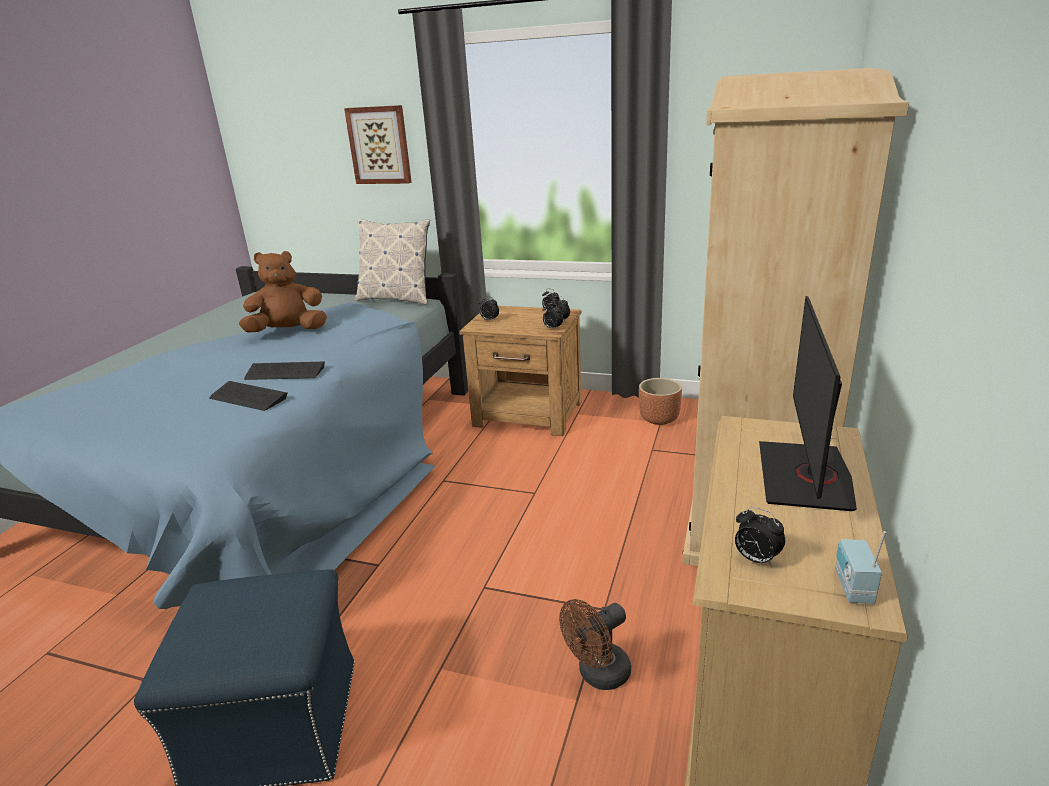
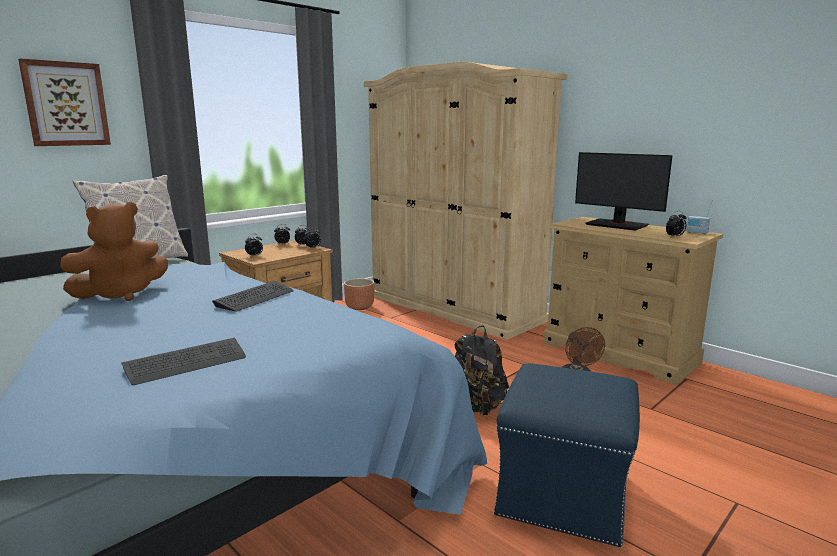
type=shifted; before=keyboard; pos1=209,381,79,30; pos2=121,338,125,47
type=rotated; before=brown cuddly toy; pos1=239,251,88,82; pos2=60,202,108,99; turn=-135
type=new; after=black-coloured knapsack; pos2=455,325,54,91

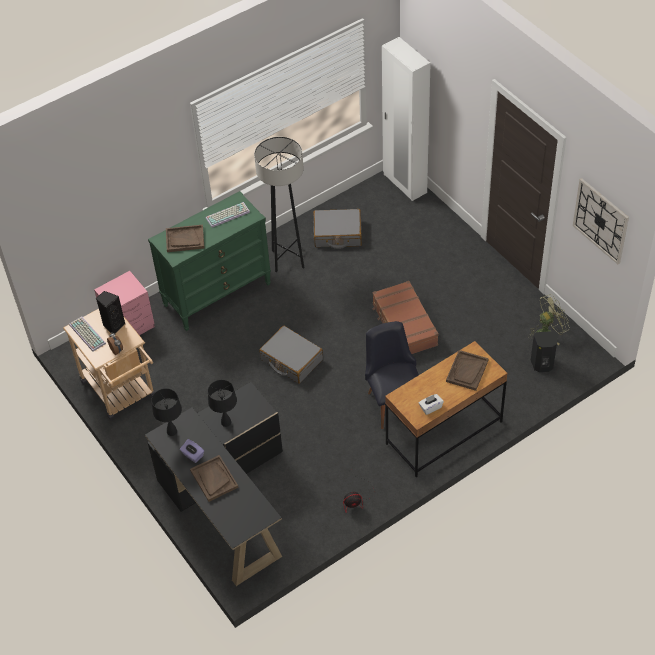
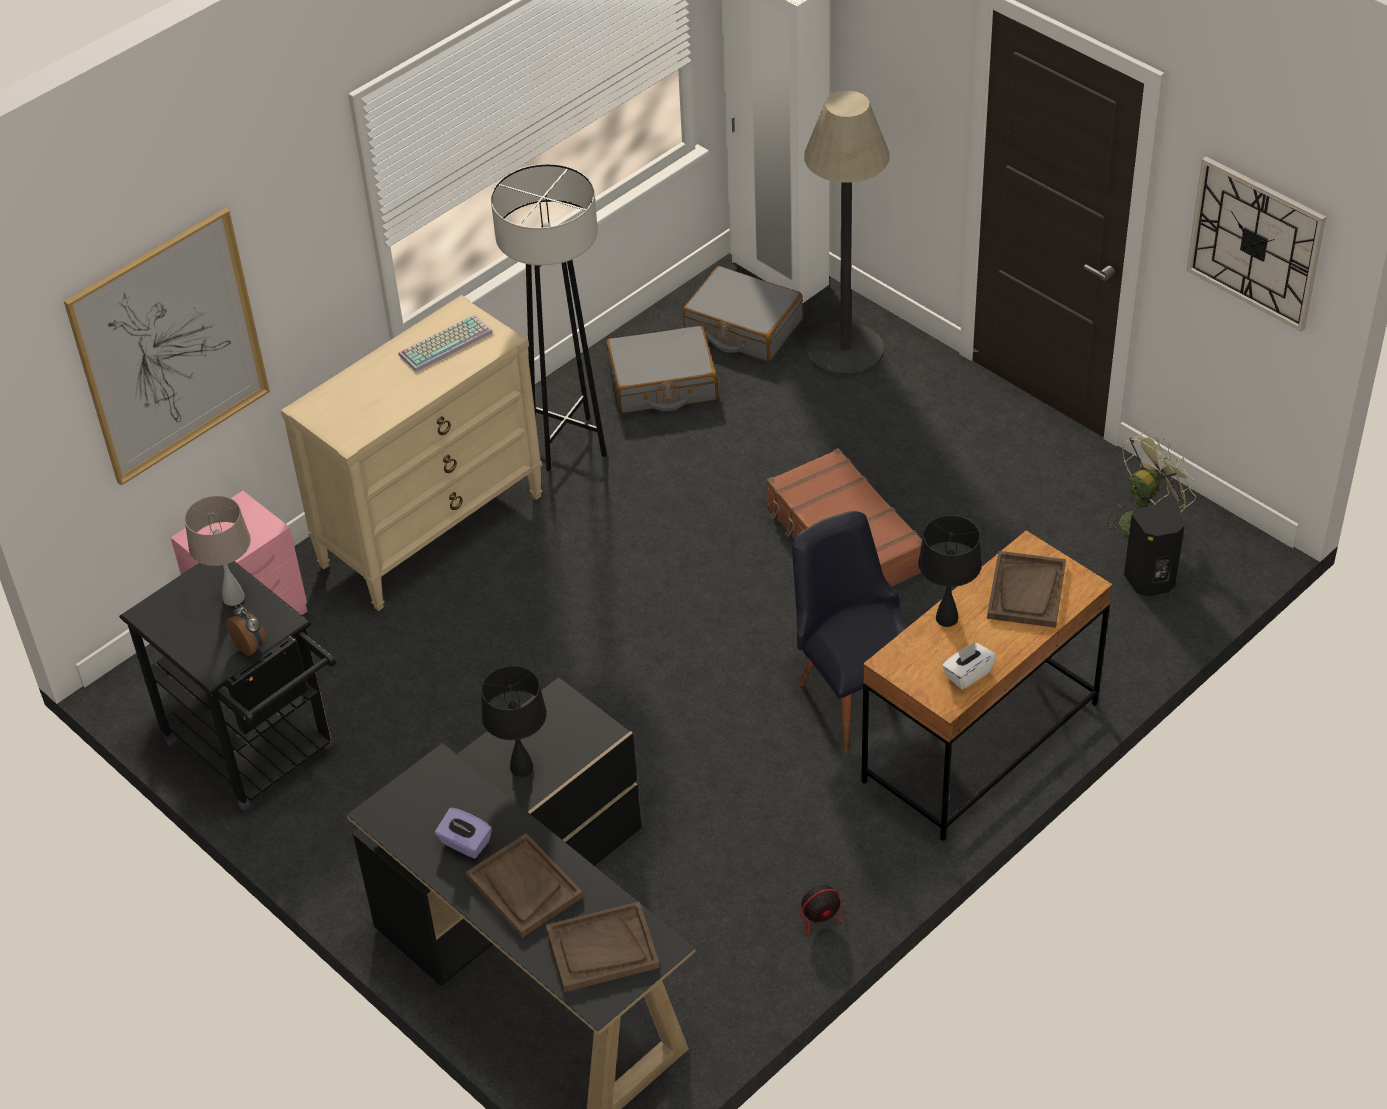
type=repainted; before=beige-coloured wheeled cart; after=black-coloured wheeled cart; pos1=63,309,92,110; pos2=119,561,217,252
type=gone; before=keyboard; pos1=69,316,37,35
type=swapped; before=black-coloured audio speaker; after=beige-coloured tabletop lamp; pos1=96,291,30,42; pos2=184,495,67,111
type=repainted; before=green-coloured chest of drawers; after=beige-coloured chest of drawers; pos1=148,191,123,140; pos2=281,295,262,316
type=shifted; before=black-coloured tabletop lamp; pos1=151,388,31,48; pos2=918,515,64,112
type=shifted; before=brown tray; pos1=166,224,39,28; pos2=546,901,114,91
type=shifted; before=gray suitcase; pos1=259,326,64,58; pos2=683,266,120,96
type=new; after=picture; pos2=64,208,206,278
type=new; after=standard lamp; pos2=804,91,86,285

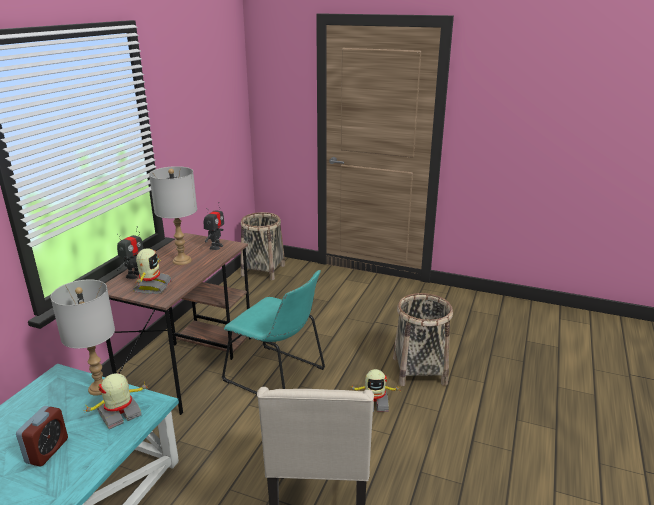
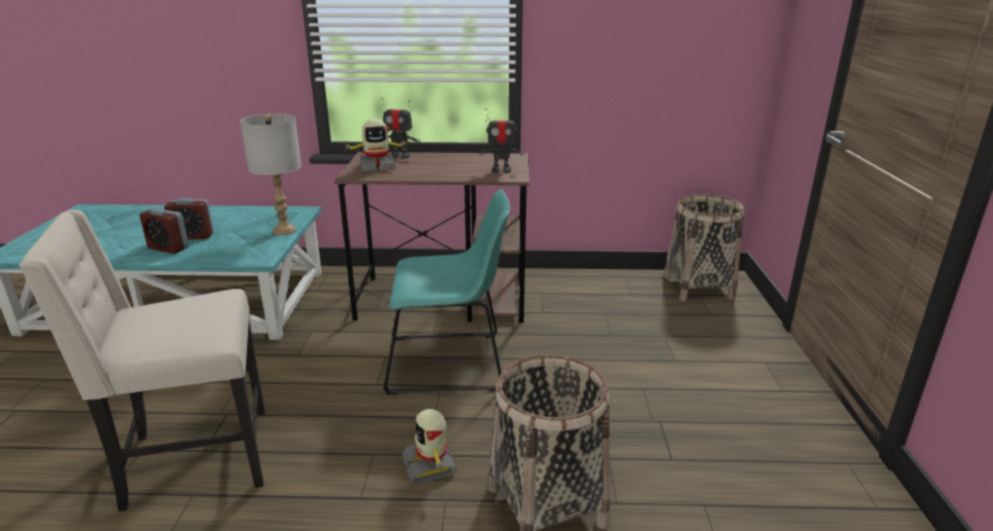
type=gone; before=model robot; pos1=83,373,65,56
type=gone; before=gray tabletop lamp; pos1=149,166,48,99
type=rotated; before=turquoise upright chair; pos1=222,270,103,125; pos2=383,189,127,206; turn=-105
type=new; after=bedside clock; pos2=140,208,49,46

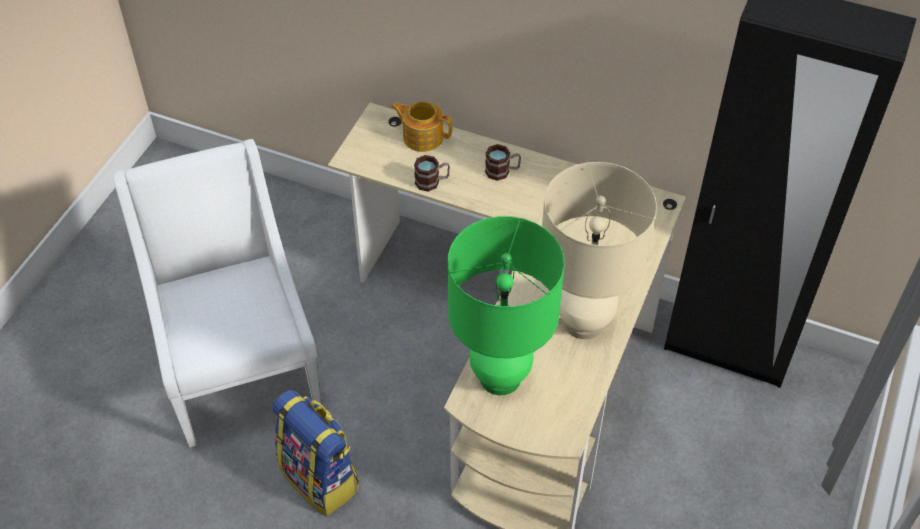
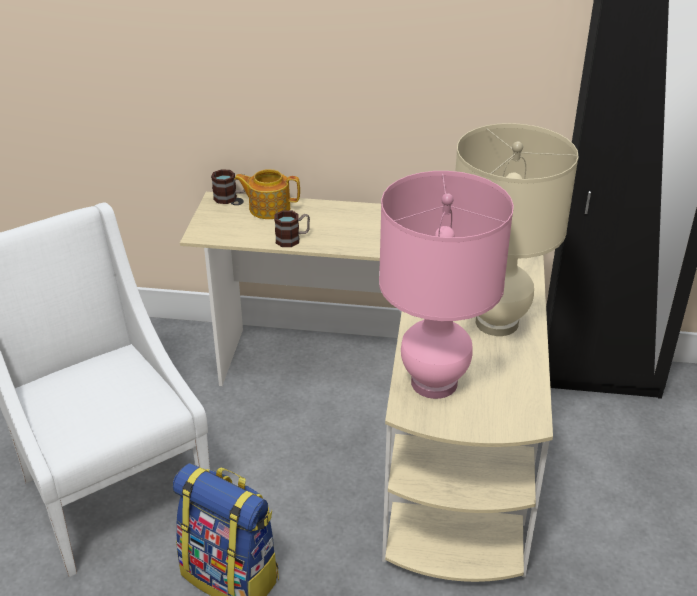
type=repainted; before=green-coloured tabletop lamp; after=pink-coloured tabletop lamp; pos1=448,216,117,179; pos2=379,171,135,228
type=shifted; before=mug; pos1=485,144,36,37; pos2=211,169,34,35

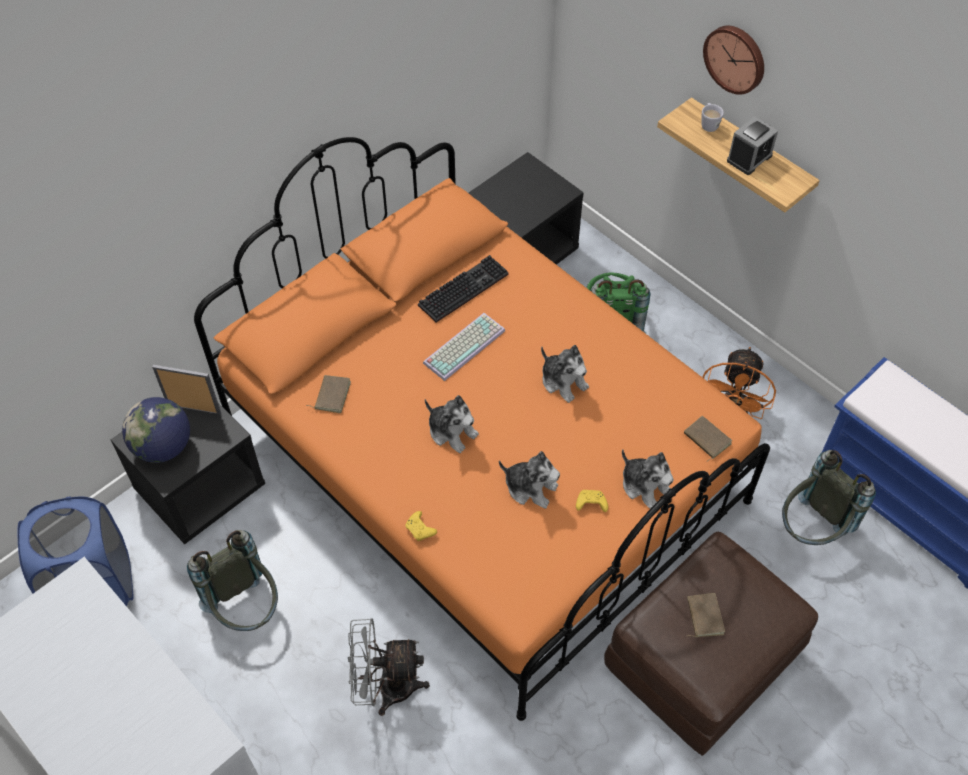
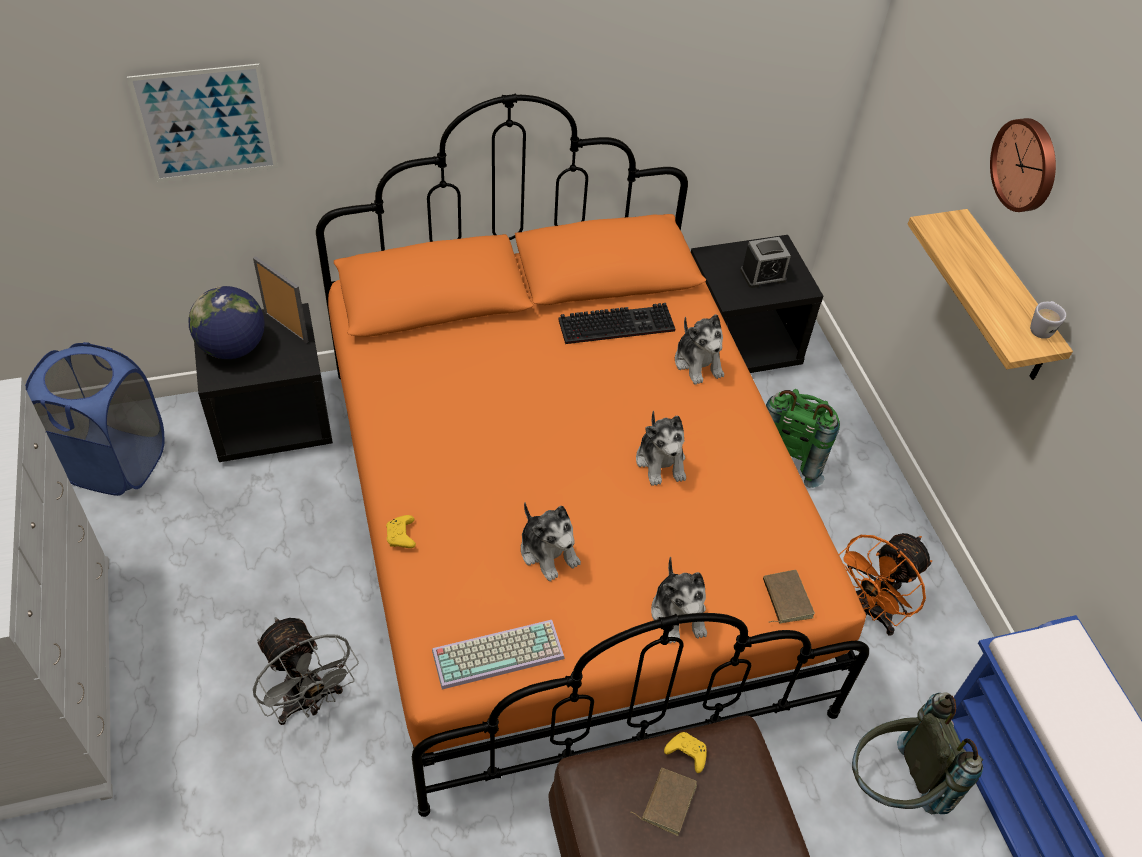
type=gone; before=gray knapsack; pos1=187,530,91,101
type=gone; before=brown bound book; pos1=306,375,45,38
type=rotated; before=gray fan; pos1=348,618,82,98; pos2=253,617,106,108; turn=-150
type=shifted; before=keyboard; pos1=423,313,82,68; pos2=432,620,133,70
type=shifted; before=cuddly toy; pos1=425,395,54,58; pos2=675,314,49,71
type=shifted; before=yellow joypad; pos1=576,490,32,22; pos2=664,732,43,41
type=shifted; before=white mug; pos1=701,103,23,29; pos2=1030,301,36,38
type=shifted; before=bedside clock; pos1=727,117,51,58; pos2=740,237,51,51
type=new; after=picture; pos2=127,64,151,118

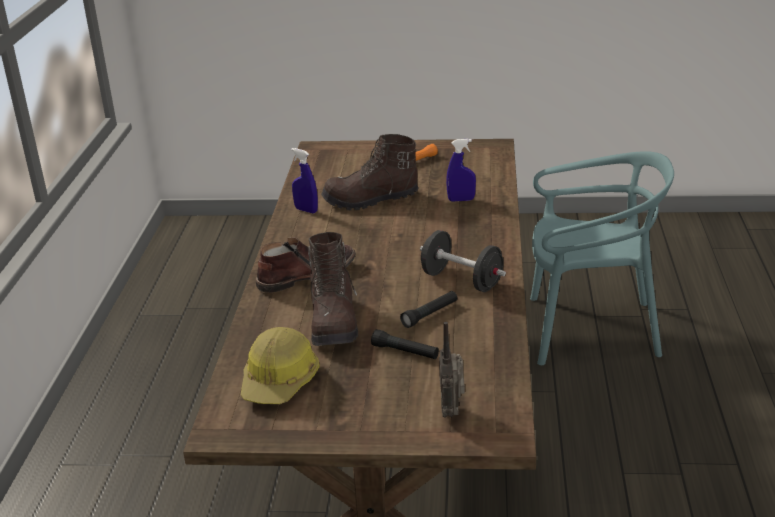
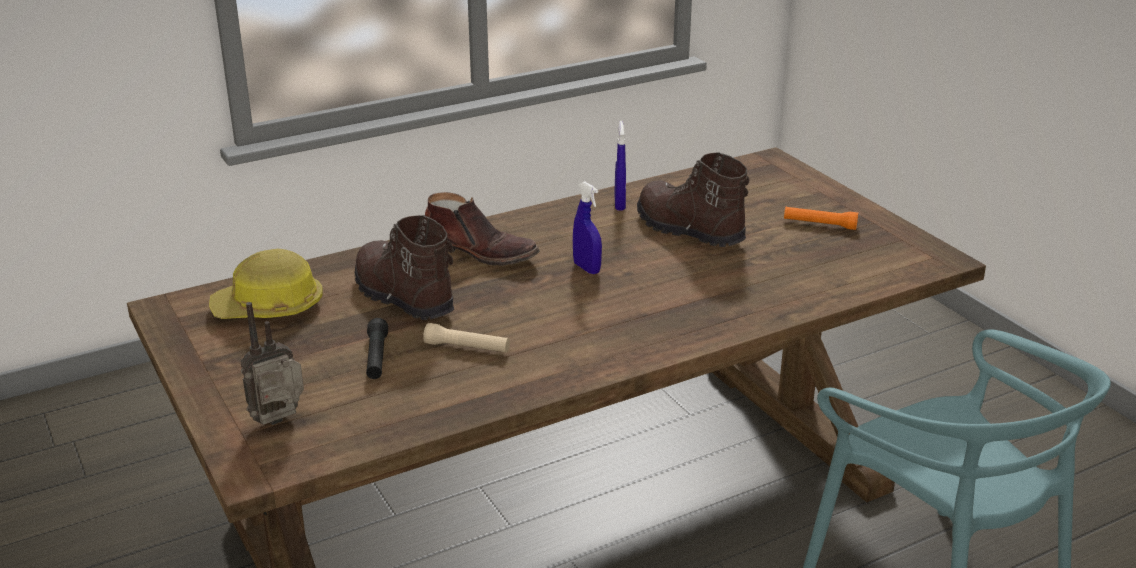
type=rotated; before=brown boot; pos1=308,232,50,114; pos2=355,215,99,105; turn=90
type=repainted; before=black-coloured hand torch; after=beige-coloured hand torch; pos1=400,291,57,37; pos2=423,323,87,30
type=gone; before=black-coloured hand weight; pos1=420,230,86,62
type=shifted; before=blue spray bottle; pos1=446,139,30,62; pos2=573,181,29,93

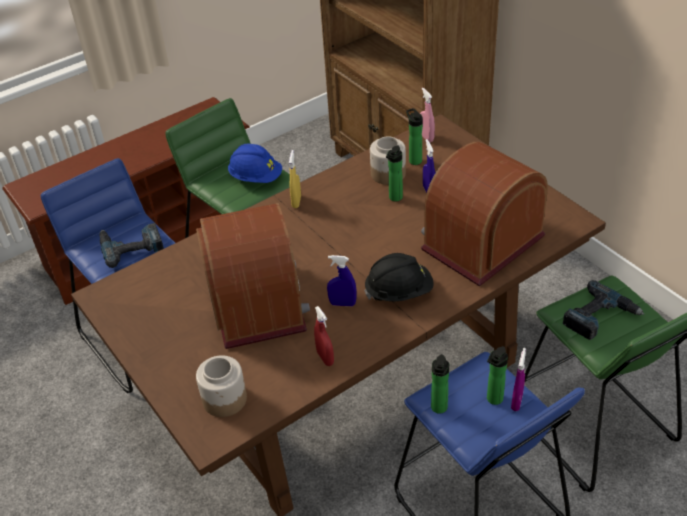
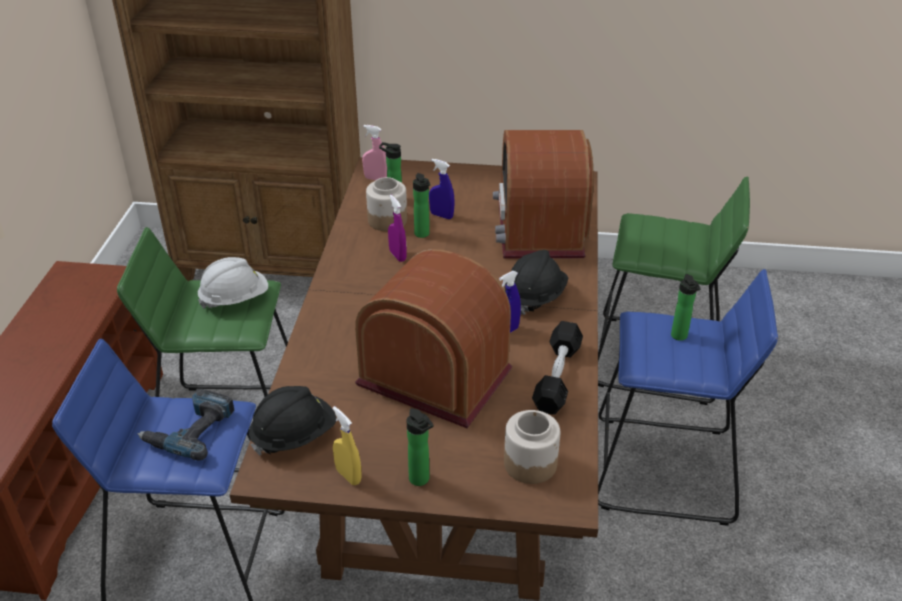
type=repainted; before=blue hard hat; after=white hard hat; pos1=228,144,54,39; pos2=198,257,70,52
type=shifted; before=yellow spray bottle; pos1=289,150,12,58; pos2=332,406,30,79
type=swapped; before=reddish spray bottle; after=black-coloured hand weight; pos1=314,306,20,60; pos2=532,321,51,94
type=shifted; before=beverage bottle; pos1=431,354,18,60; pos2=407,408,27,78
type=shifted; before=purple spray bottle; pos1=511,348,15,63; pos2=388,195,19,67
type=gone; before=power drill; pos1=563,280,81,60
type=new; after=black-coloured hard hat; pos2=249,386,87,70

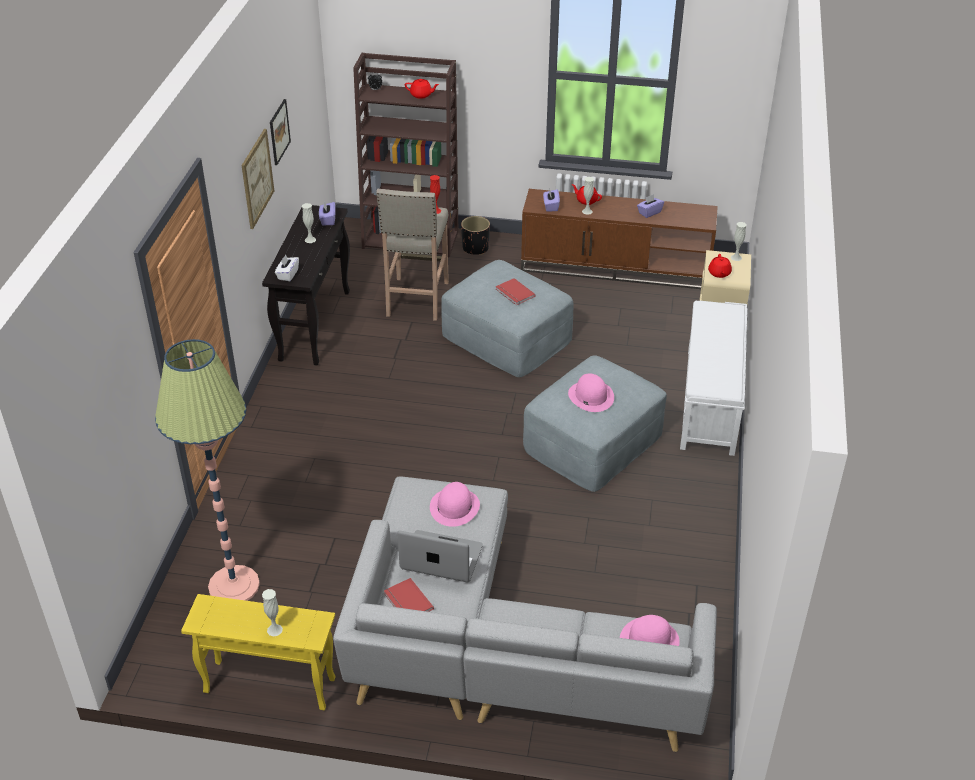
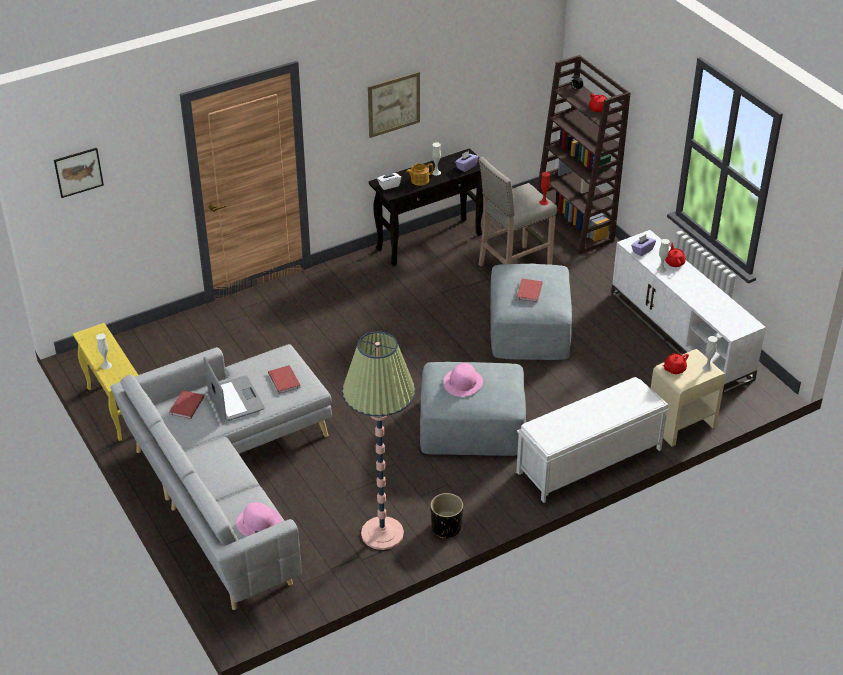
type=shifted; before=standard lamp; pos1=155,339,105,262; pos2=342,331,73,219
type=shifted; before=picture; pos1=270,99,21,66; pos2=54,148,50,50
type=swapped; before=pink-coloured clothing hat; after=reddish bound book; pos1=430,482,50,45; pos2=268,365,33,29
type=shifted; before=black-coloured plant pot; pos1=461,216,29,39; pos2=430,493,33,45
type=repainted; before=brown tv stand; after=white tv stand; pos1=521,189,197,100; pos2=611,230,155,165
type=gone; before=purple tissue box; pos1=637,194,27,24
type=new; after=teapot; pos2=406,163,27,23

